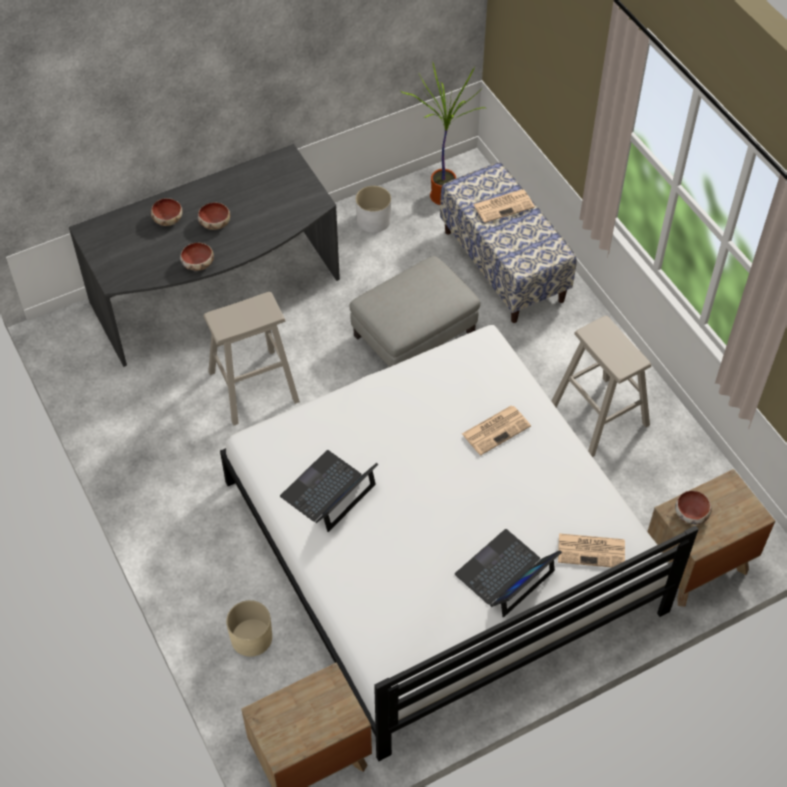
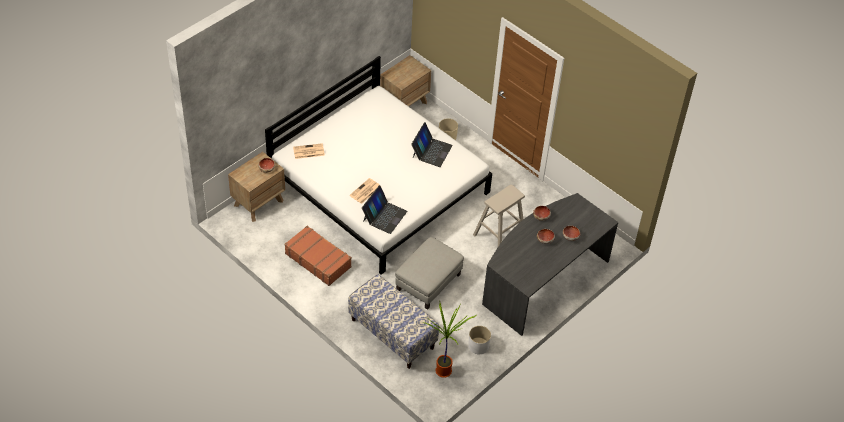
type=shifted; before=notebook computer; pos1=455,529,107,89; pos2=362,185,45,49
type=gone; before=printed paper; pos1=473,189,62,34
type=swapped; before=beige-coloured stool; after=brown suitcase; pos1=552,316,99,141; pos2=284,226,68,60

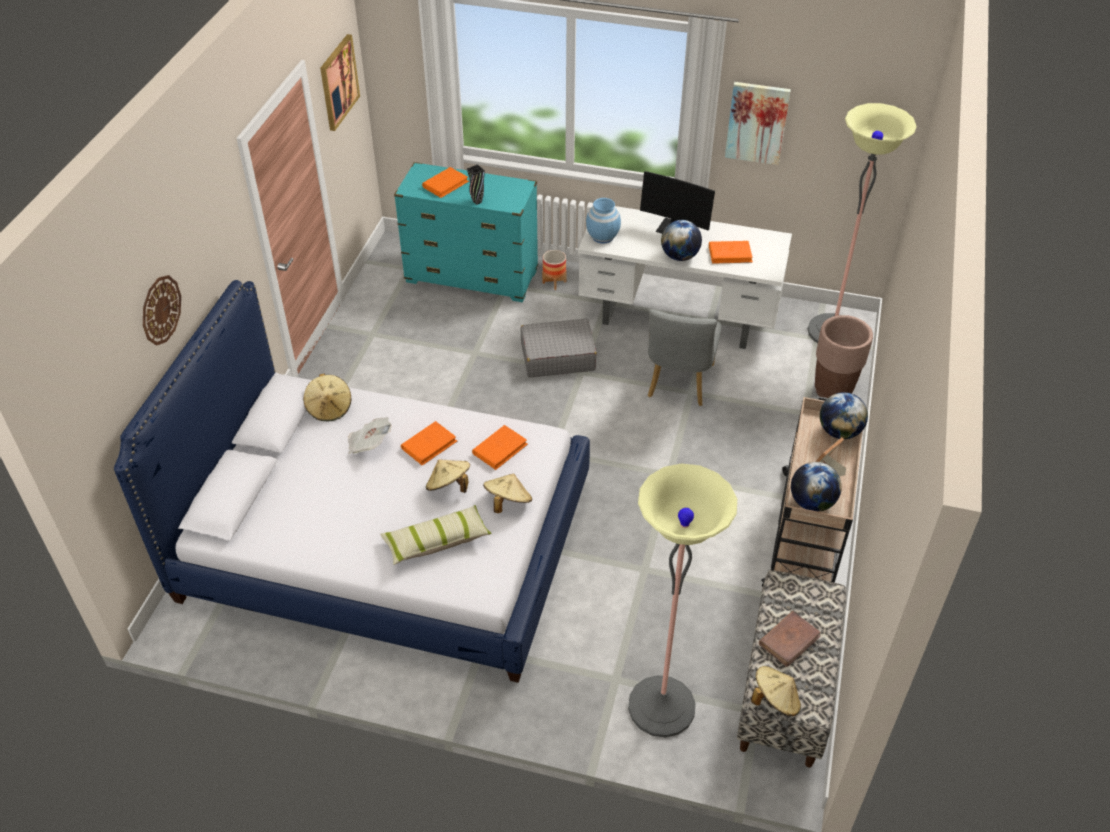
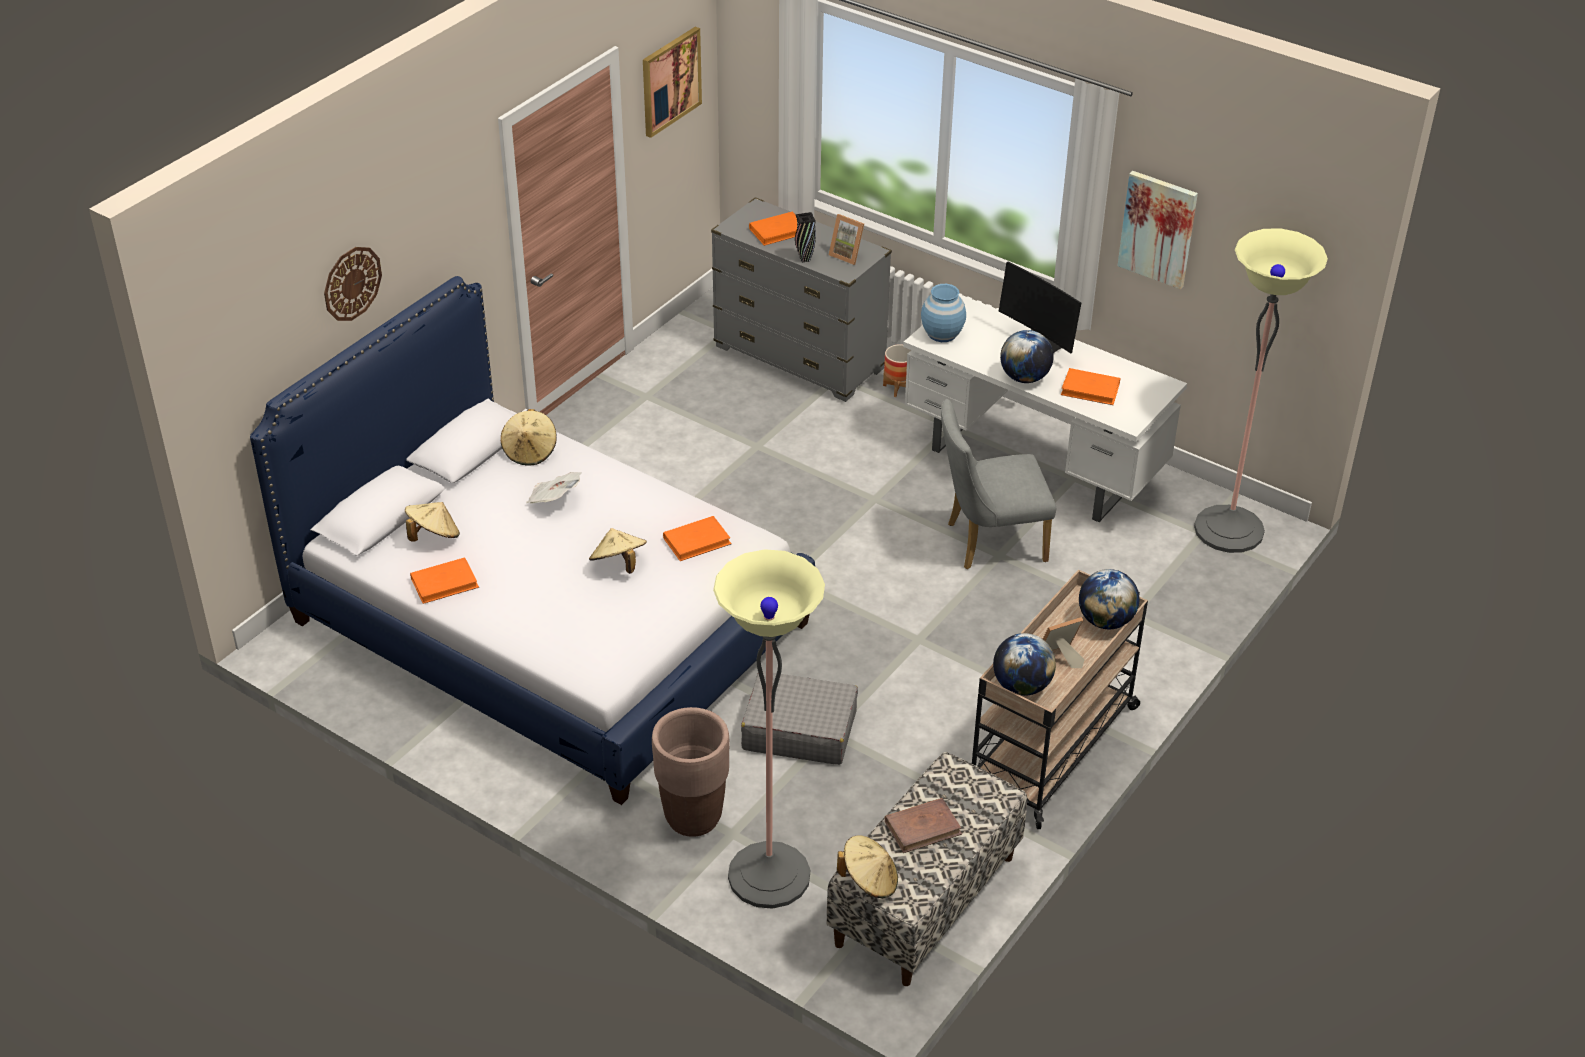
type=gone; before=cushion; pos1=380,505,112,60
type=repainted; before=turquoise chest of drawers; after=gray chest of drawers; pos1=394,162,144,140; pos2=711,197,181,205
type=shifted; before=orange bound book; pos1=401,421,56,45; pos2=410,557,69,47
type=shifted; before=beige-coloured clothing hat; pos1=483,473,49,40; pos2=405,502,55,40
type=shifted; before=gray suitcase; pos1=521,318,76,59; pos2=741,671,117,94
type=rotated; before=gray upright chair; pos1=648,309,73,97; pos2=941,399,115,170; turn=45
type=shifted; before=brown plant pot; pos1=815,315,58,83; pos2=652,707,78,130
type=new; after=photo frame; pos2=829,214,35,51

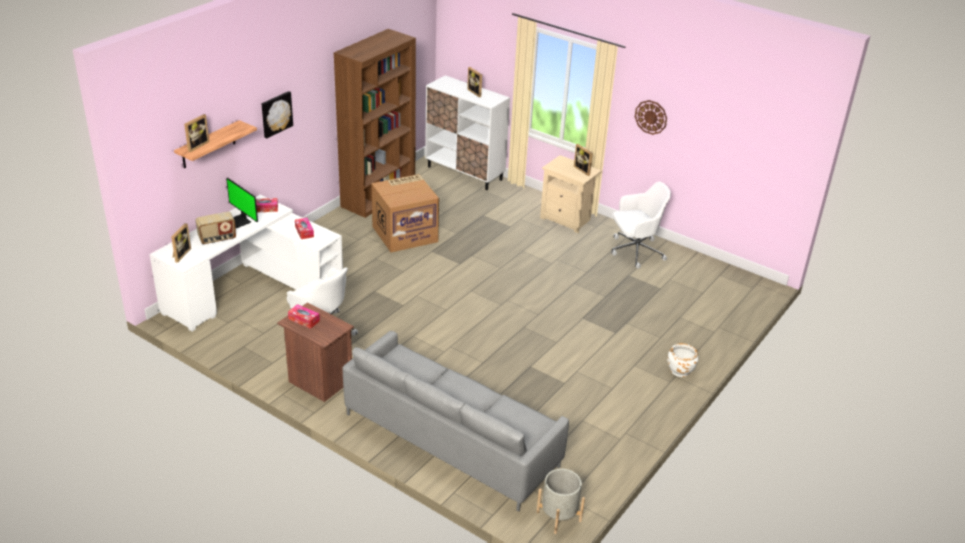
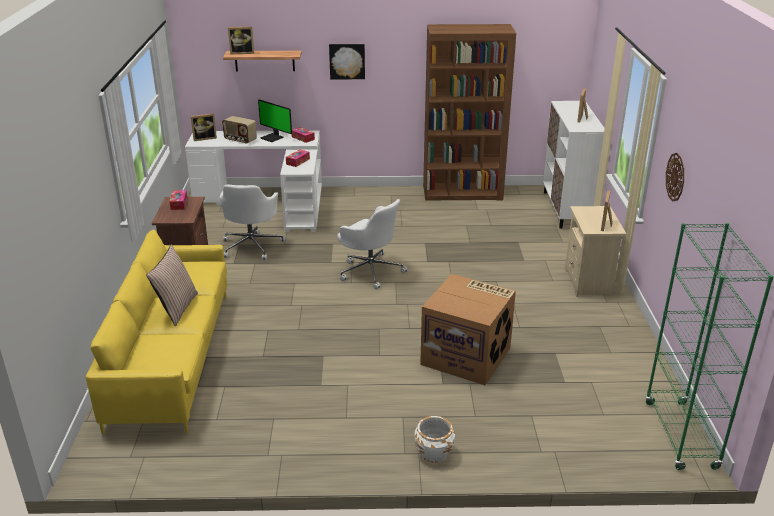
type=rotated; before=computer display; pos1=226,178,32,50; pos2=258,100,34,42; turn=-60
type=repainted; before=gray sofa; after=yellow sofa; pos1=342,331,227,181; pos2=86,230,141,204
type=shifted; before=cardboard box; pos1=371,174,68,78; pos2=420,274,96,111
type=gone; before=gray plant pot; pos1=536,469,49,65
type=shifted; before=white computer chair; pos1=611,182,60,87; pos2=337,199,70,91
type=new; after=cushion; pos2=146,244,52,82
type=new; after=green-coloured bookshelf; pos2=645,223,129,247

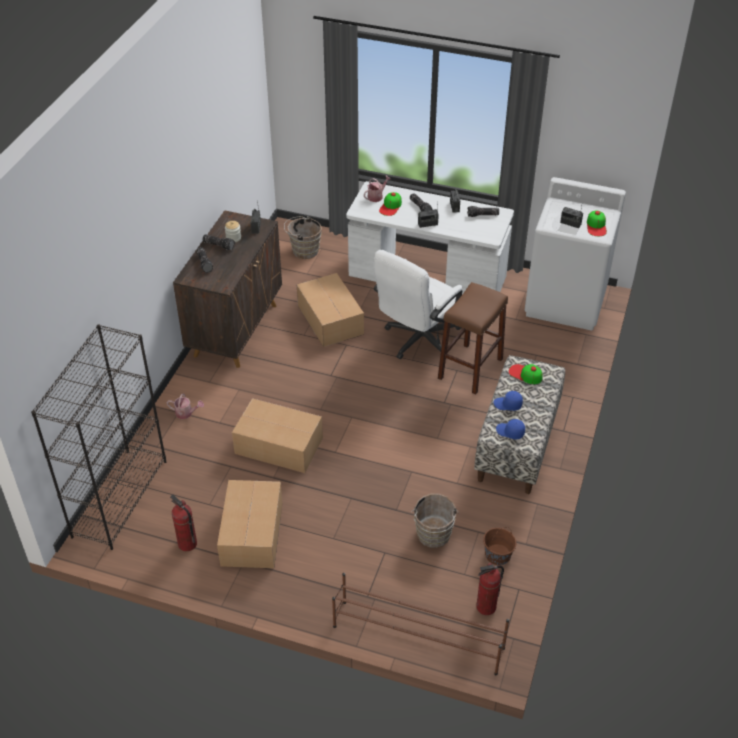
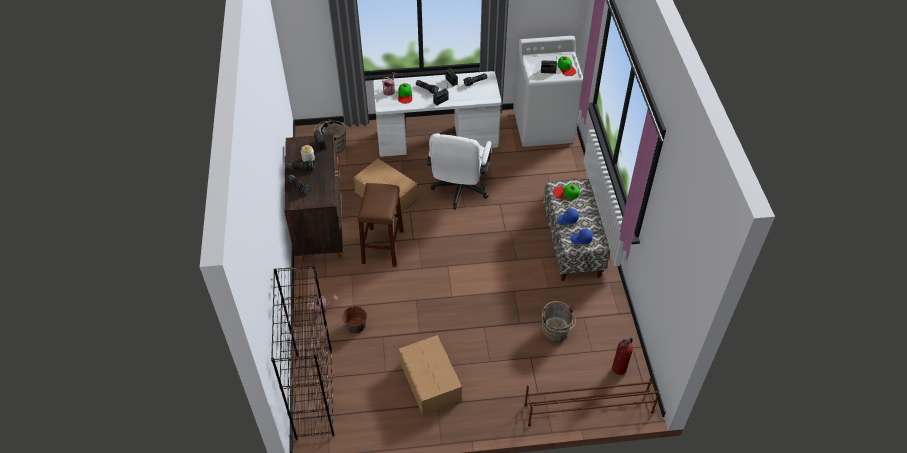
type=gone; before=fire extinguisher; pos1=170,494,27,57
type=gone; before=cardboard box; pos1=232,398,91,75
type=shifted; before=brown stool; pos1=438,282,70,112; pos2=358,183,45,84
type=shifted; before=brown bucket; pos1=483,527,33,38; pos2=342,305,25,28

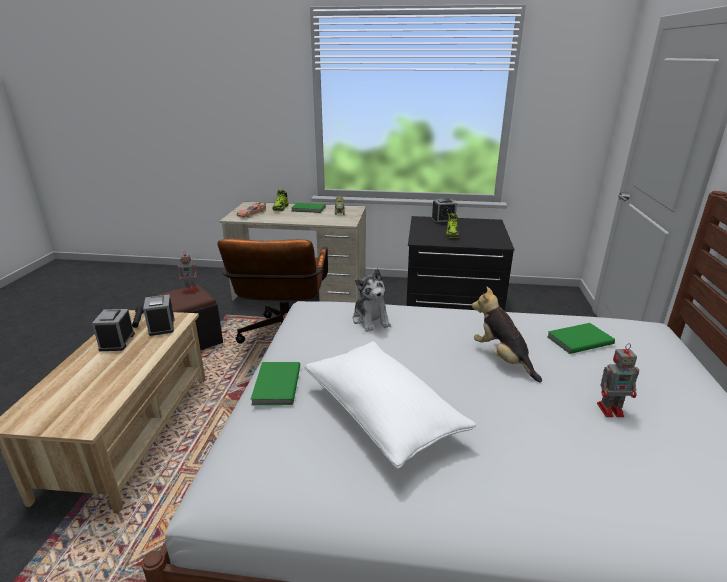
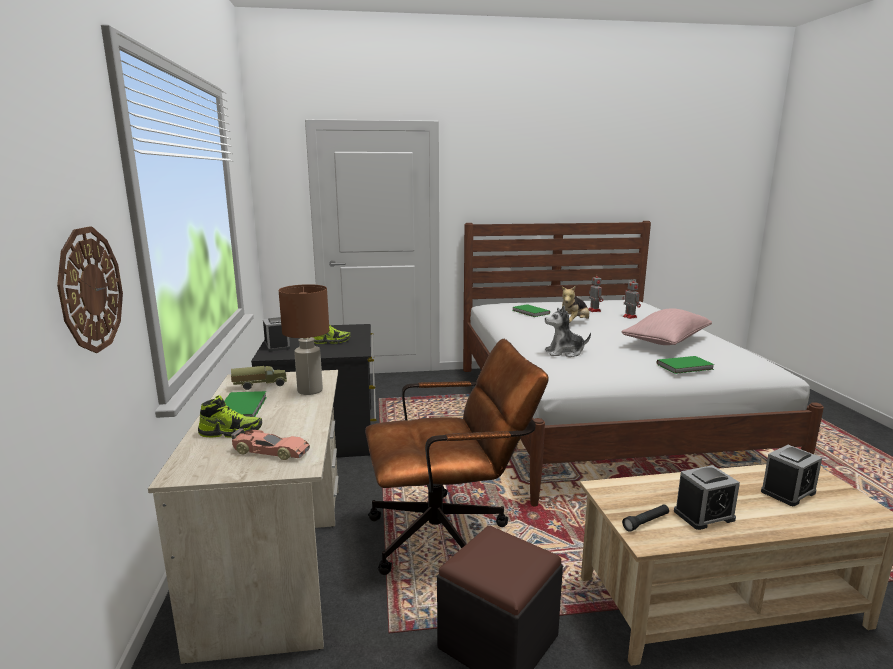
type=shifted; before=bedside clock; pos1=143,294,32,42; pos2=761,445,61,61
type=shifted; before=model robot; pos1=178,251,20,41; pos2=623,279,18,40
type=repainted; before=white cushion; after=pink-coloured cushion; pos1=305,341,171,128; pos2=621,308,91,37
type=rotated; before=cuddly toy; pos1=353,269,38,63; pos2=545,305,46,52; turn=-150
type=new; after=wall clock; pos2=57,226,66,127
type=new; after=brown tabletop lamp; pos2=279,284,50,111

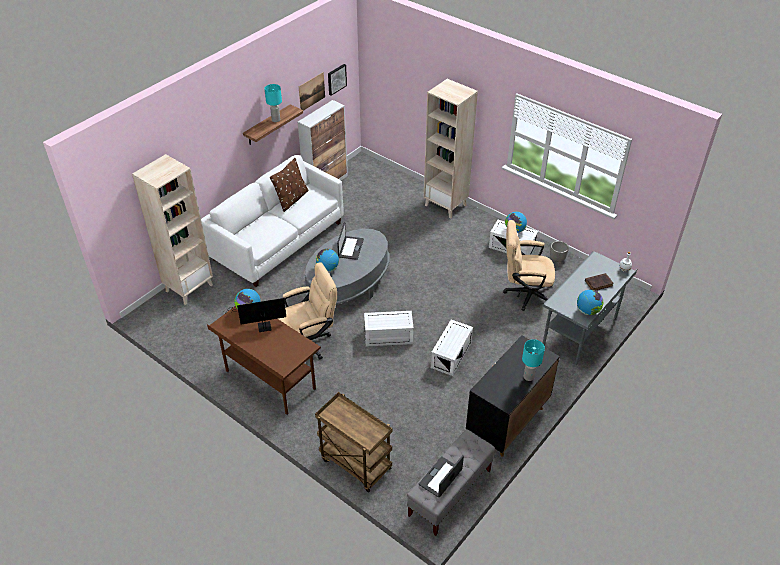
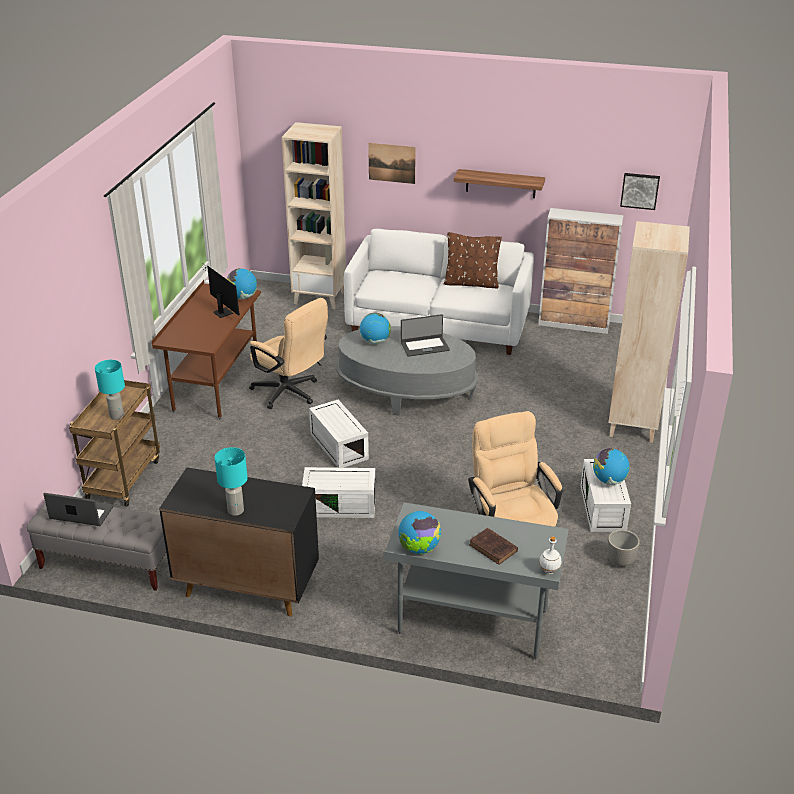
type=shifted; before=turquoise tabletop lamp; pos1=264,84,18,38; pos2=95,360,30,60
type=shifted; before=picture; pos1=299,72,26,39; pos2=368,143,48,41

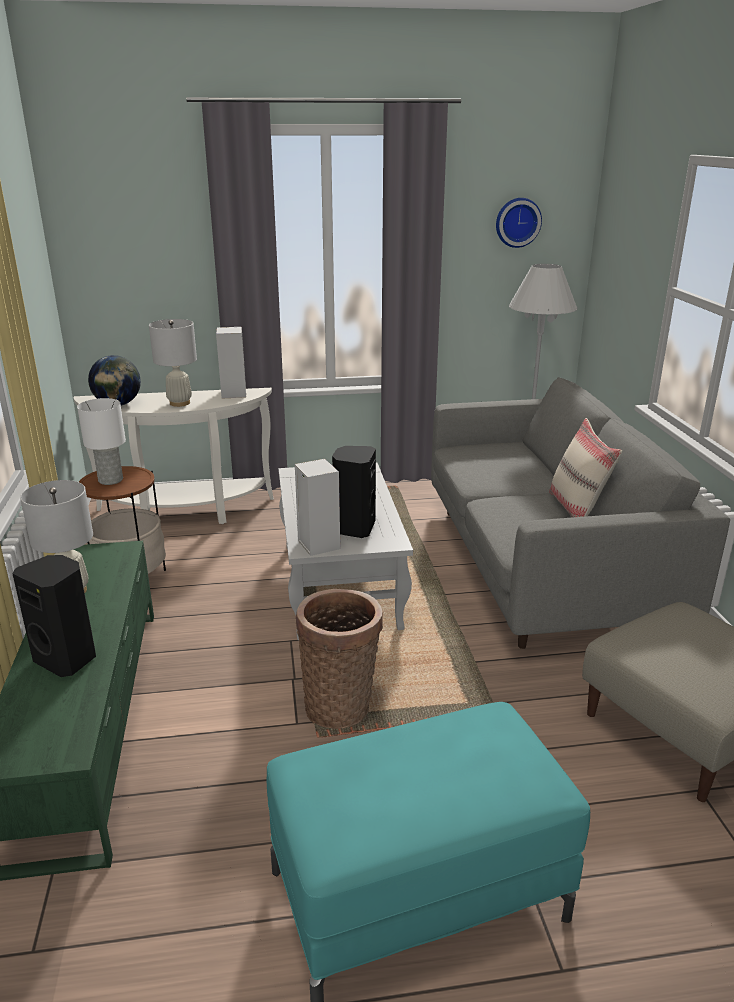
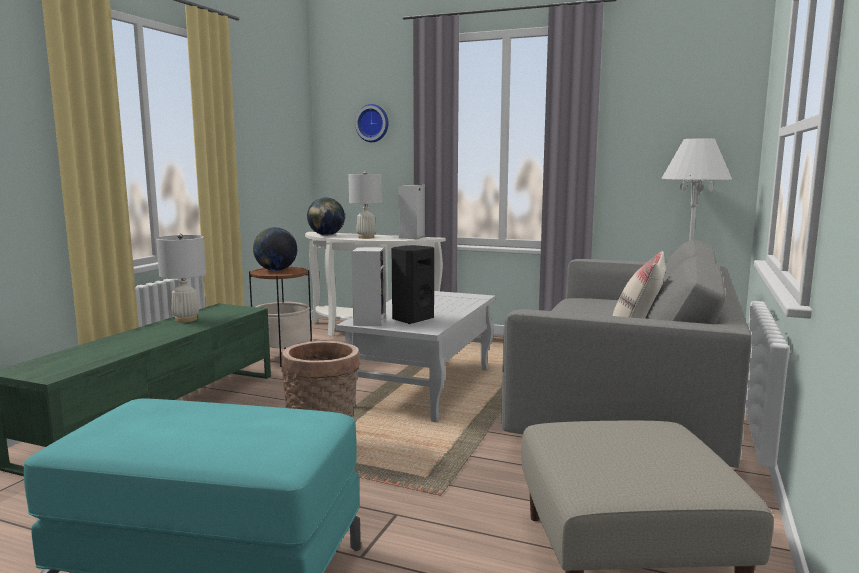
type=gone; before=black-coloured audio speaker; pos1=12,555,84,122
type=swapped; before=white tabletop lamp; after=globe; pos1=77,398,49,87; pos2=253,227,44,44
type=shifted; before=wall clock; pos1=496,198,46,50; pos2=355,104,34,38

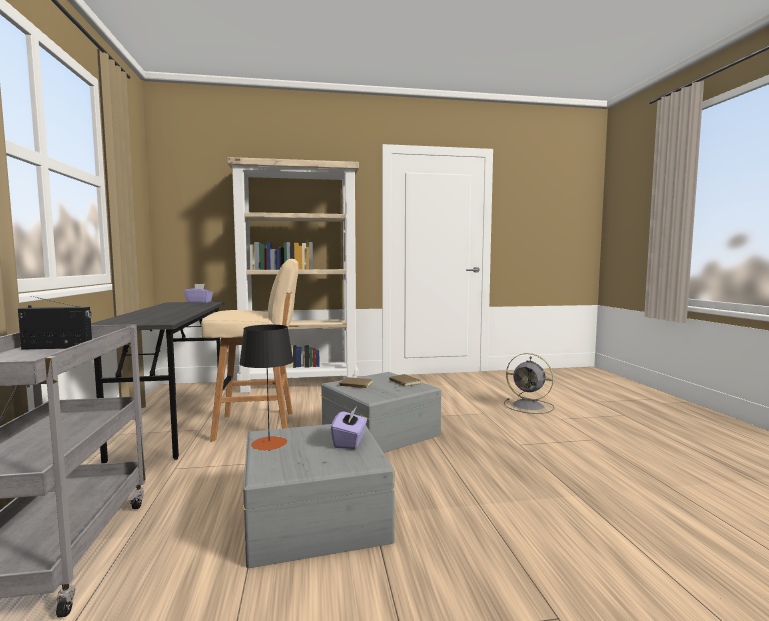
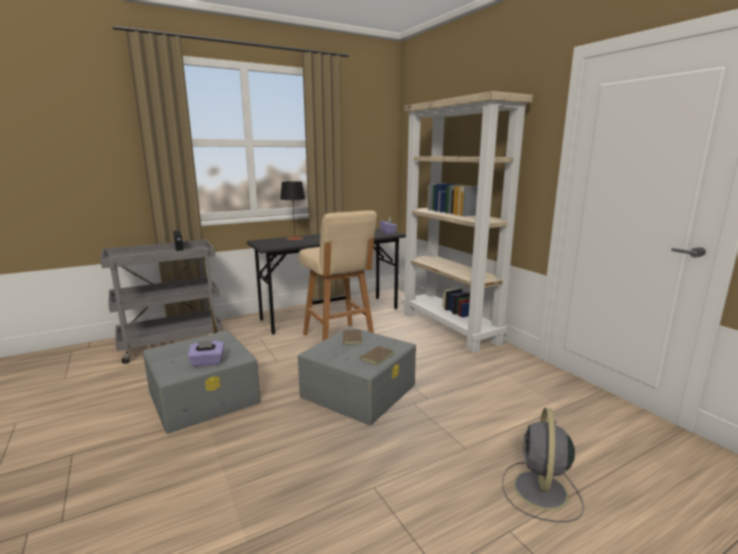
type=shifted; before=black-coloured tabletop lamp; pos1=239,325,55,126; pos2=280,181,25,59

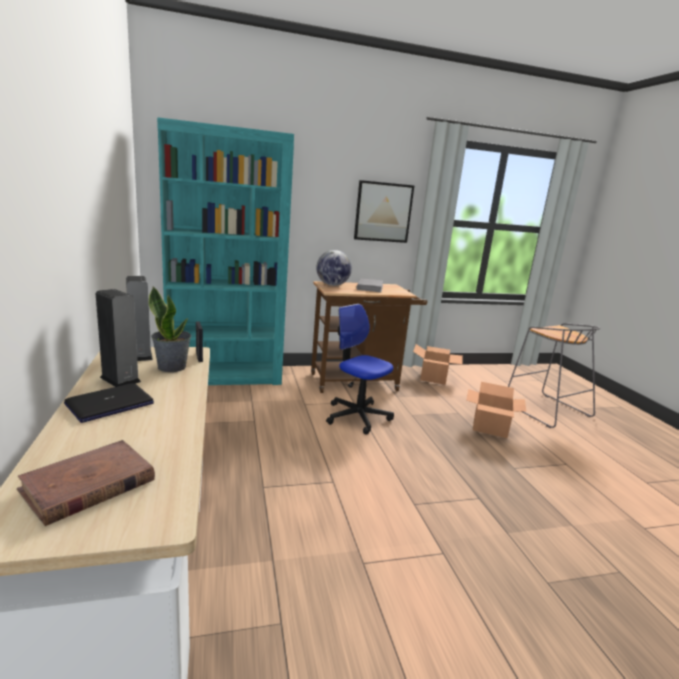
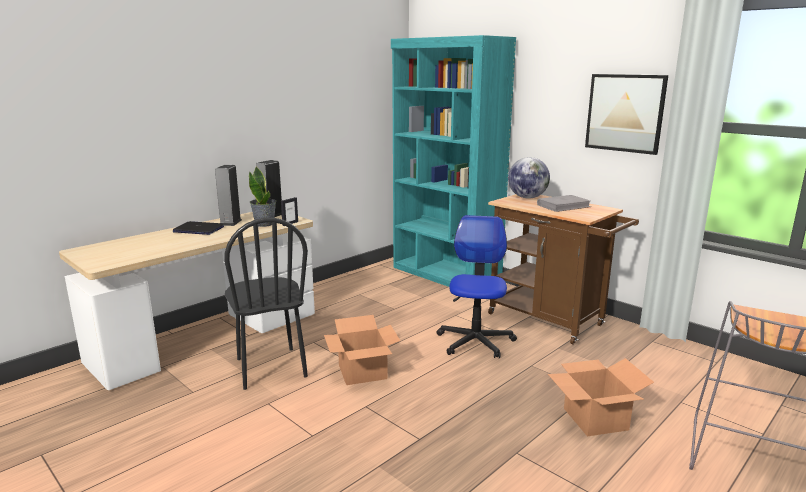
type=gone; before=brown bound book; pos1=17,440,138,86
type=shifted; before=cardboard box; pos1=413,344,50,41; pos2=324,315,76,70
type=new; after=black-coloured upright chair; pos2=224,218,84,172

